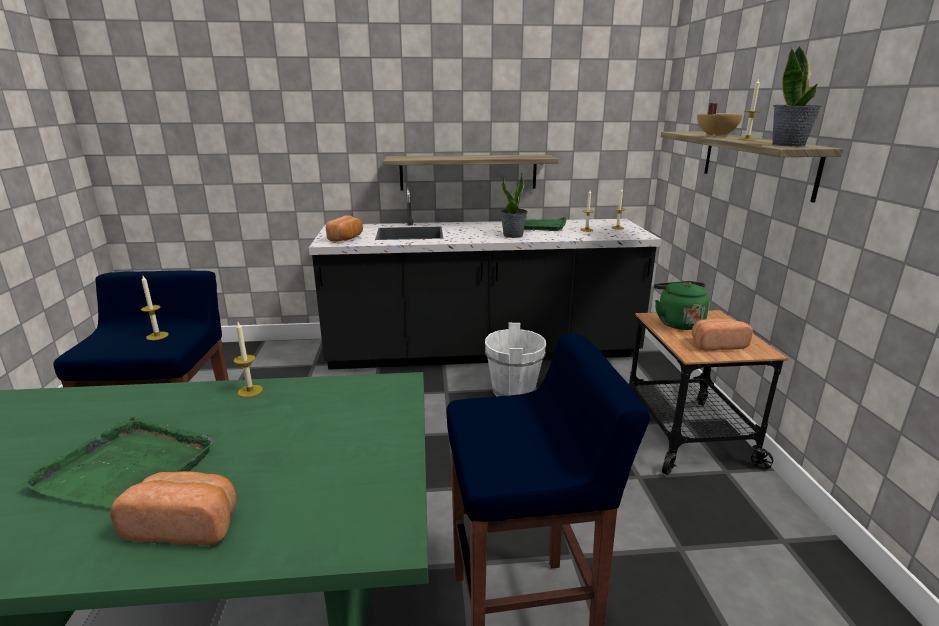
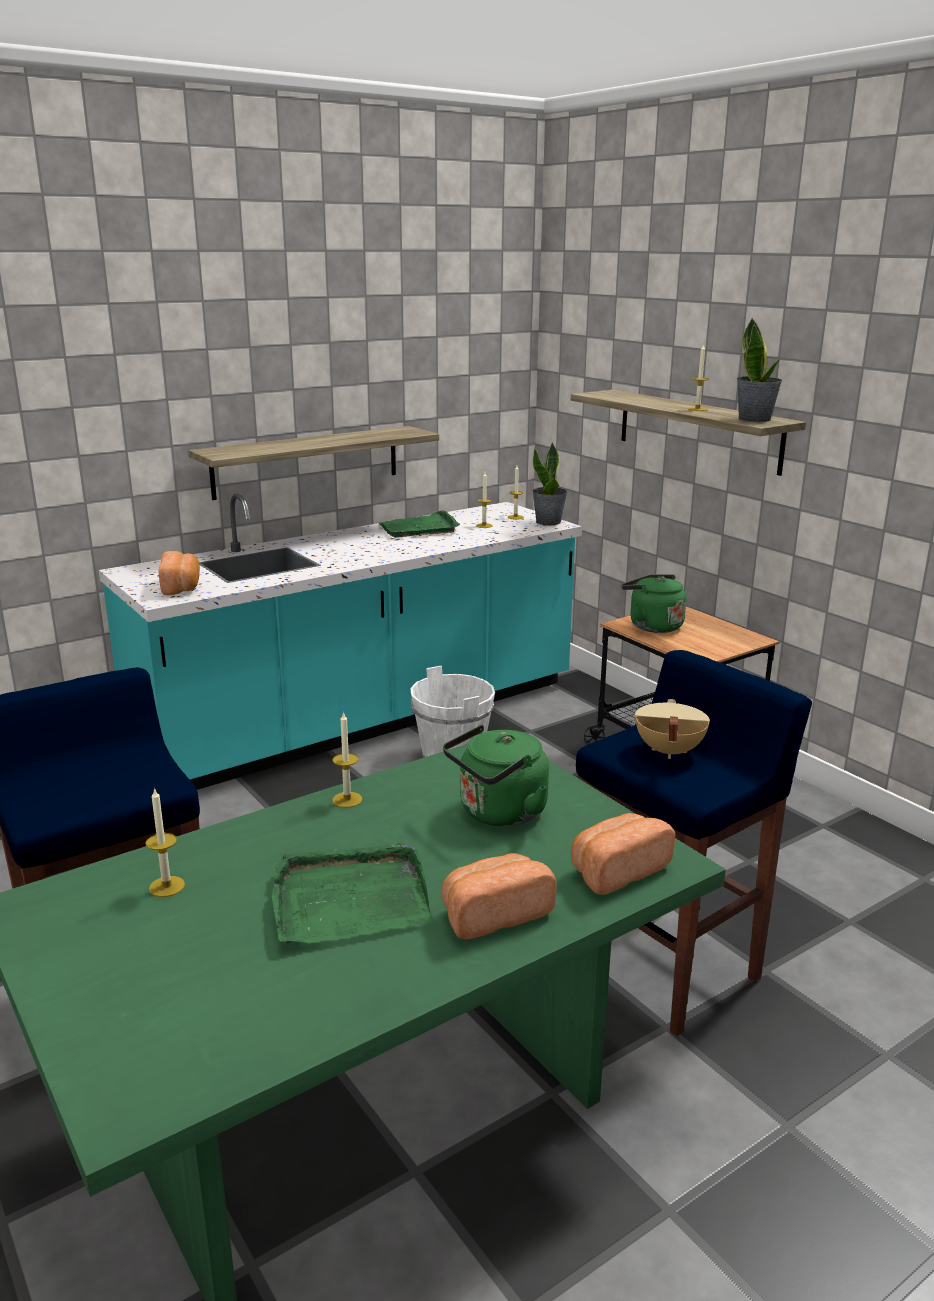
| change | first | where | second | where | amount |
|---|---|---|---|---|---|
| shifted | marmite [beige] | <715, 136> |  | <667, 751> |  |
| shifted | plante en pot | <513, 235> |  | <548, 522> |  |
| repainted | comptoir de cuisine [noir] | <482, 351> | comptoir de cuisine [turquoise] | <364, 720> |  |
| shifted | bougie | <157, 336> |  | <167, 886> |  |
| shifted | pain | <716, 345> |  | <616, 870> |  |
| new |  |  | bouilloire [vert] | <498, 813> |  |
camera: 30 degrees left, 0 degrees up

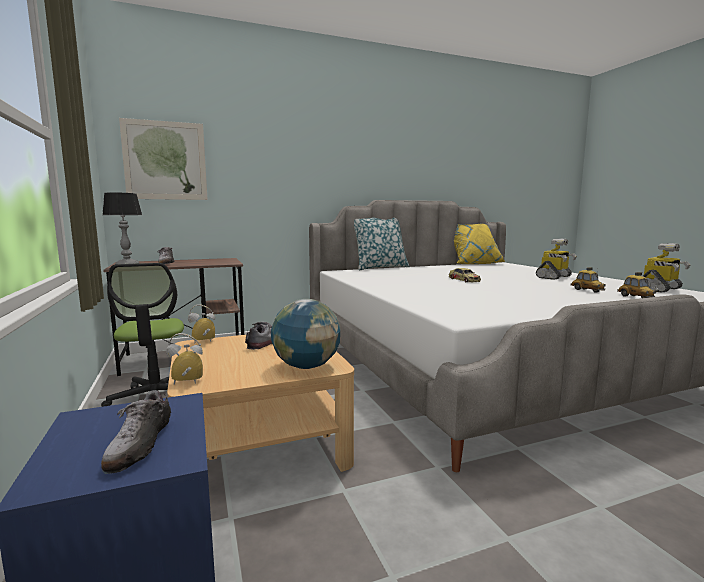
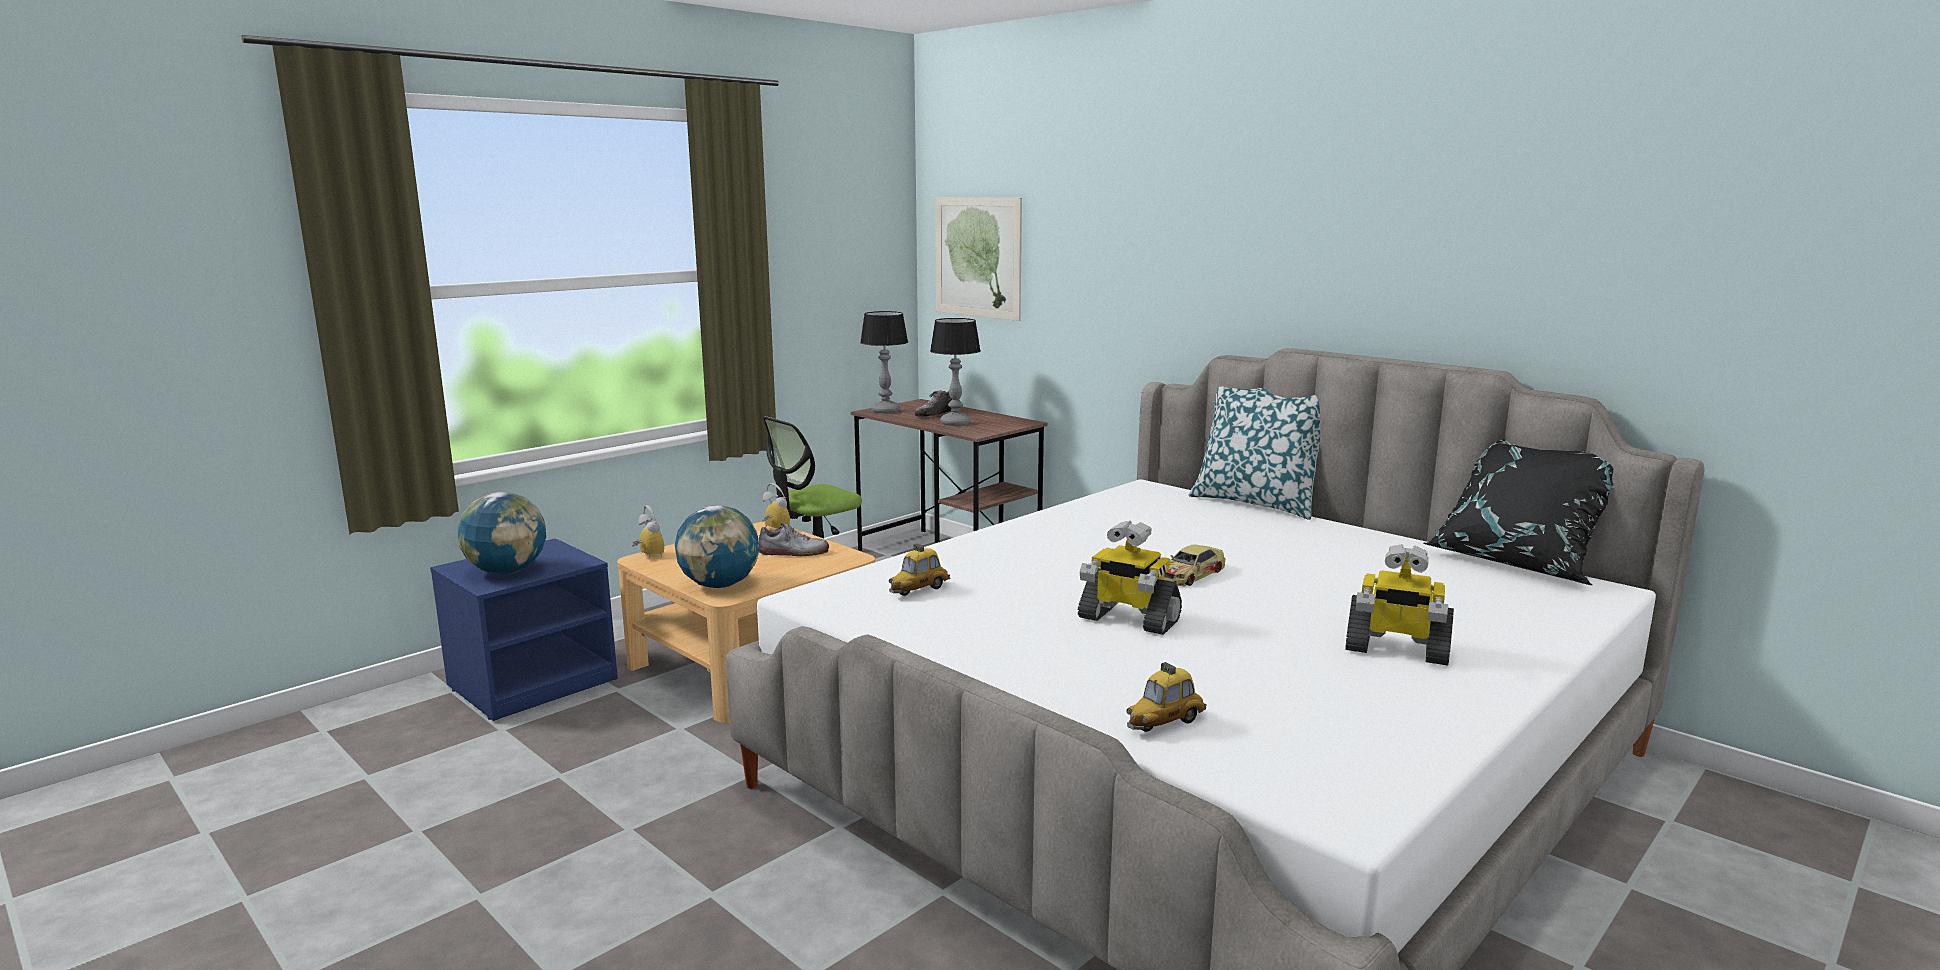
| change | first | where | second | where | amount |
|---|---|---|---|---|---|
| repainted | coussin [jaune] | <473, 263> | coussin [noir] | <1520, 563> |  |
| shifted | robot jouet | <660, 289> |  | <1127, 619> |  |
| shifted | petite voiture | <587, 290> |  | <919, 590> |  |
| swapped | chaussure | <139, 445> | globe | <507, 571> |  |
| new |  |  | lampe de table | <955, 423> |  |
camera: 65 degrees right, 5 degrees up

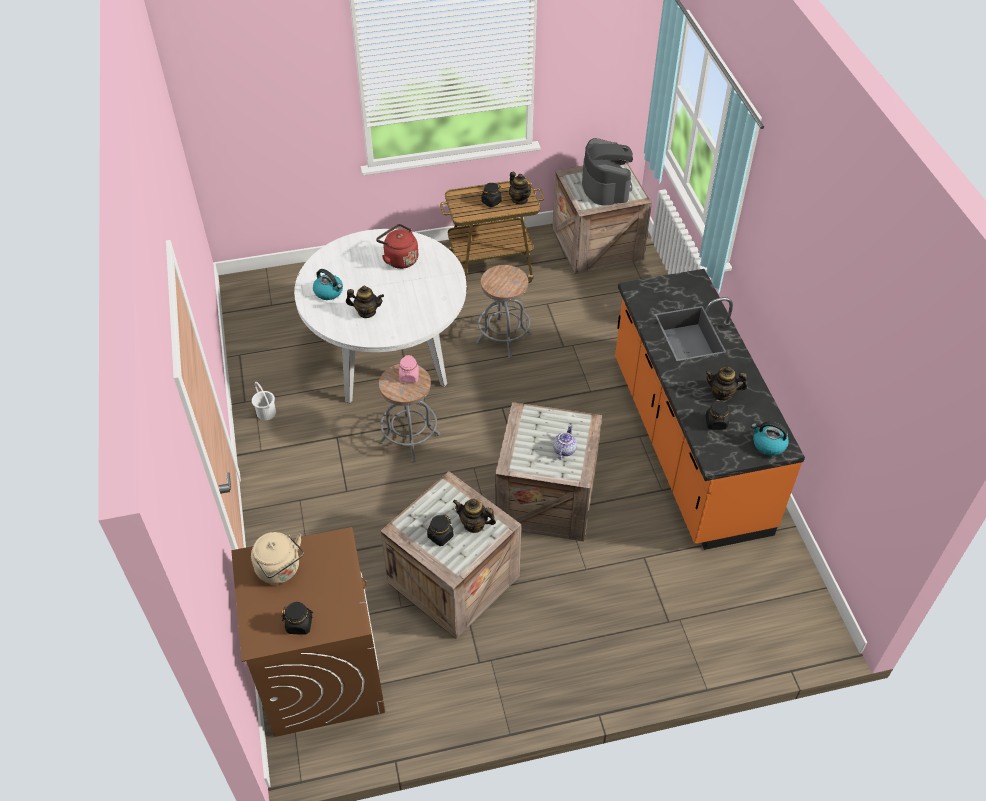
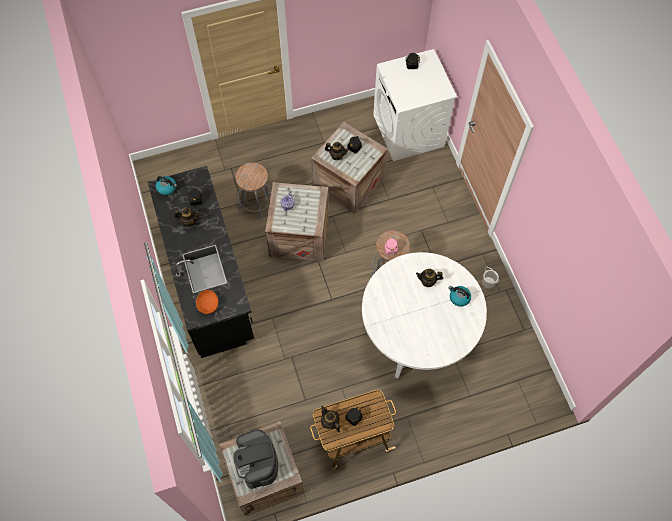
| change | first | where | second | where | amount |
|---|---|---|---|---|---|
| gone | bouilloire [rouge] | <399, 259> |  |  |  |
| shifted | tabouret [gris] | <503, 338> |  | <256, 204> |  |
| repainted | comptoir de cuisine [orange] | <686, 445> | comptoir de cuisine [noir] | <209, 279> |  |
| repainted | lave-linge [marron] | <322, 671> | lave-linge [blanc] | <408, 131> |  |
| gone | bouilloire [beige] | <280, 570> |  |  |  |
| new |  |  | bol [orange] | <208, 305> |  |
camera: 175 degrees right, 15 degrees up

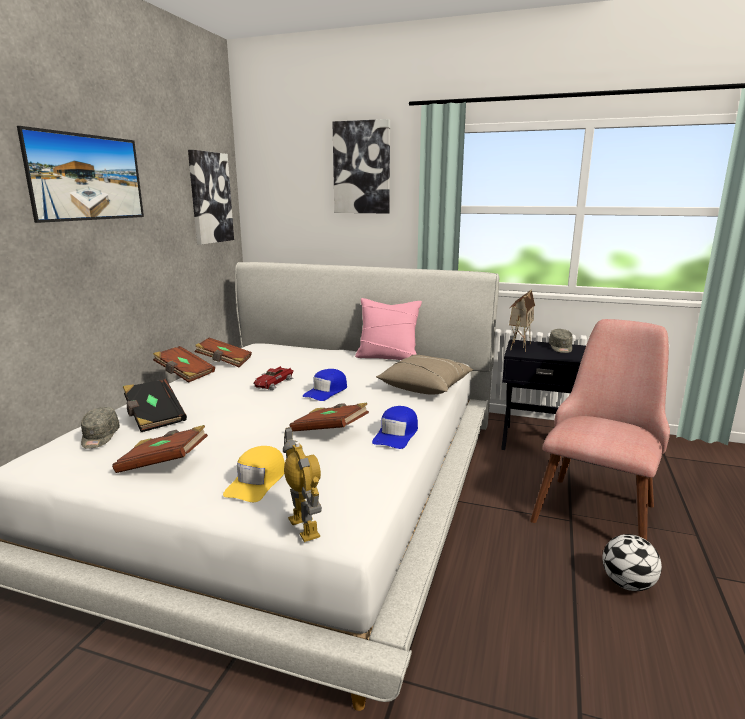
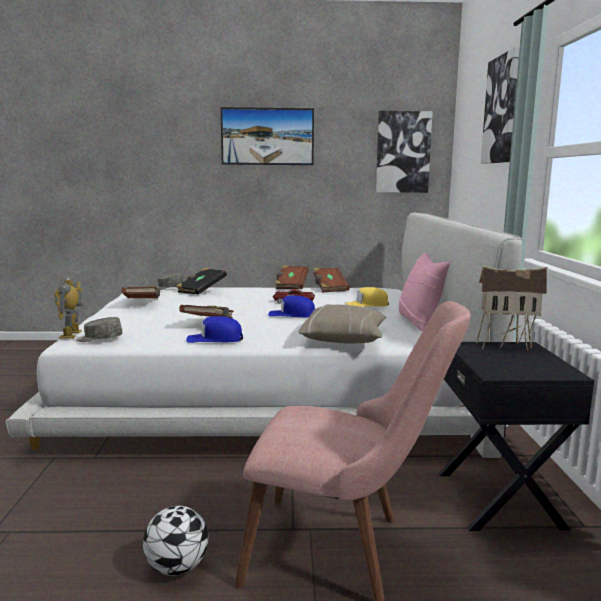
| change | first | where | second | where | amount |
|---|---|---|---|---|---|
| shifted | casquette [gris] | <560, 348> |  | <99, 339> |  |
| rotated | robot jouet | <304, 527> |  | <71, 334> | 135 degrees clockwise |
| shifted | casquette [jaune] | <257, 481> |  | <367, 305> |  |
camera: 70 degrees right, 5 degrees down

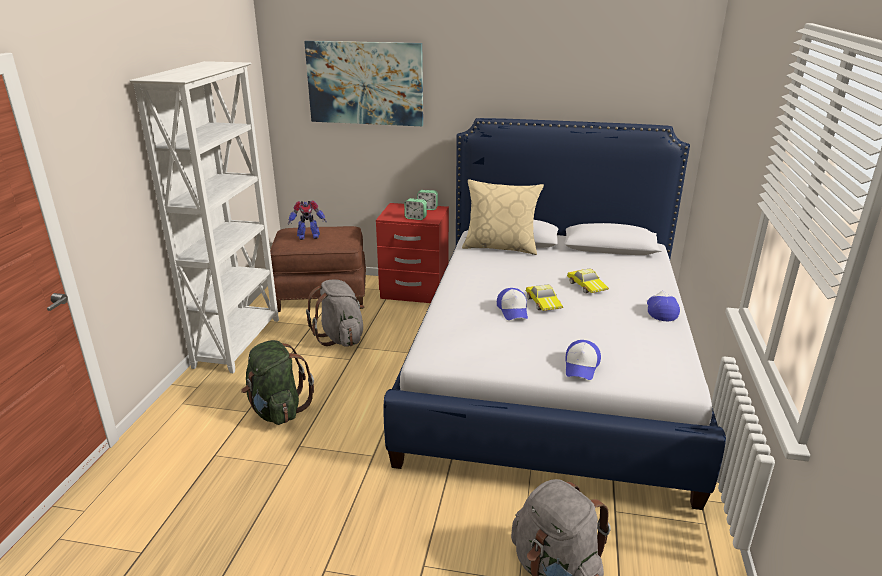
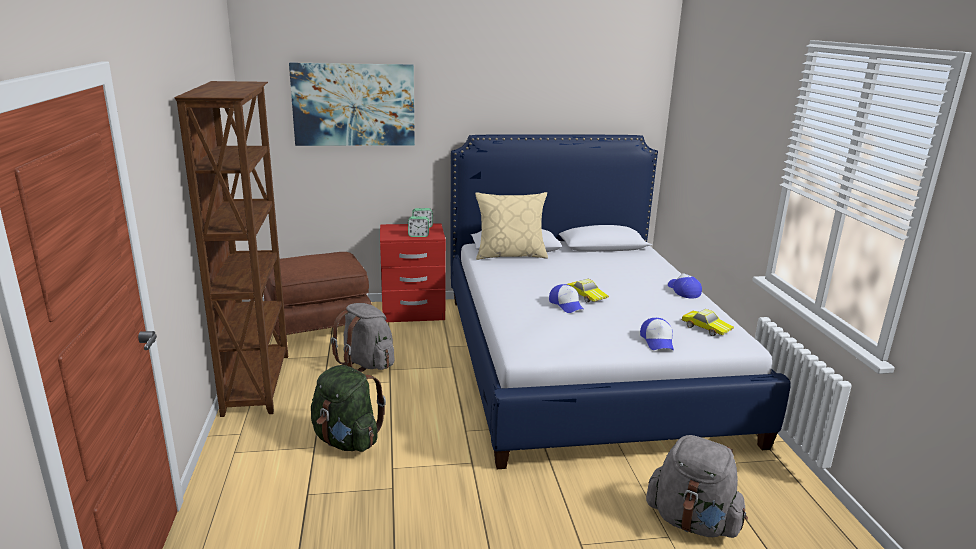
| change | first | where | second | where | amount |
|---|---|---|---|---|---|
| repainted | bibliothèque [blanc] | <239, 342> | bibliothèque [marron] | <258, 383> |  |
| gone | robot jouet | <308, 236> |  |  |  |
| shifted | petite voiture | <587, 286> |  | <706, 328> |  |
camera: 20 degrees left, 5 degrees down

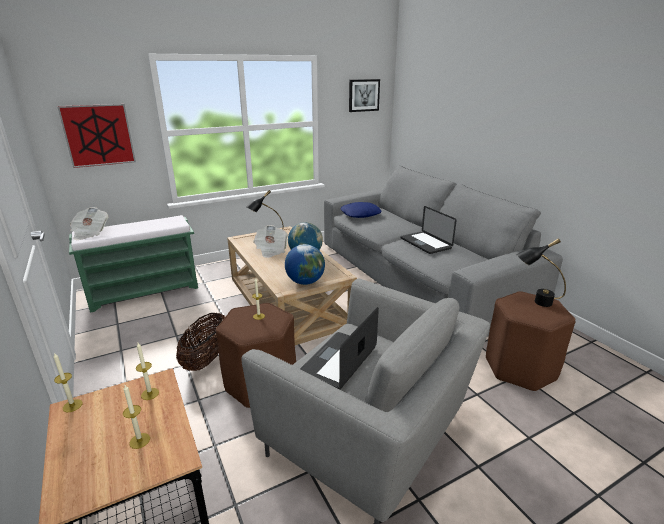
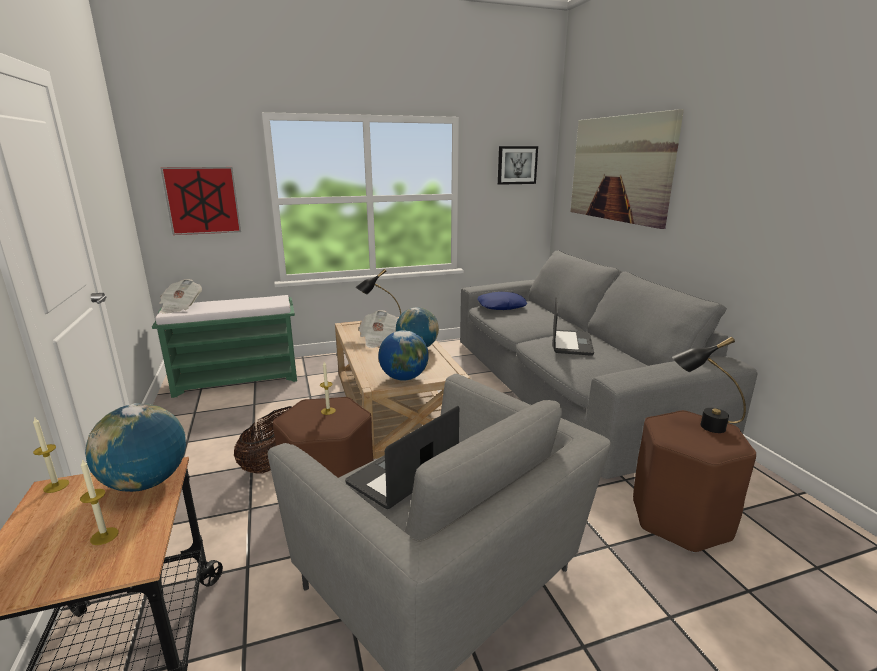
| change | first | where | second | where | amount |
|---|---|---|---|---|---|
| rotated | ordinateur portable | <425, 243> |  | <571, 343> | 150 degrees counterclockwise |
| swapped | bougie | <150, 394> | globe | <146, 483> |  |
| new |  |  | tableau | <619, 169> |  |
camera: 10 degrees right, 5 degrees down

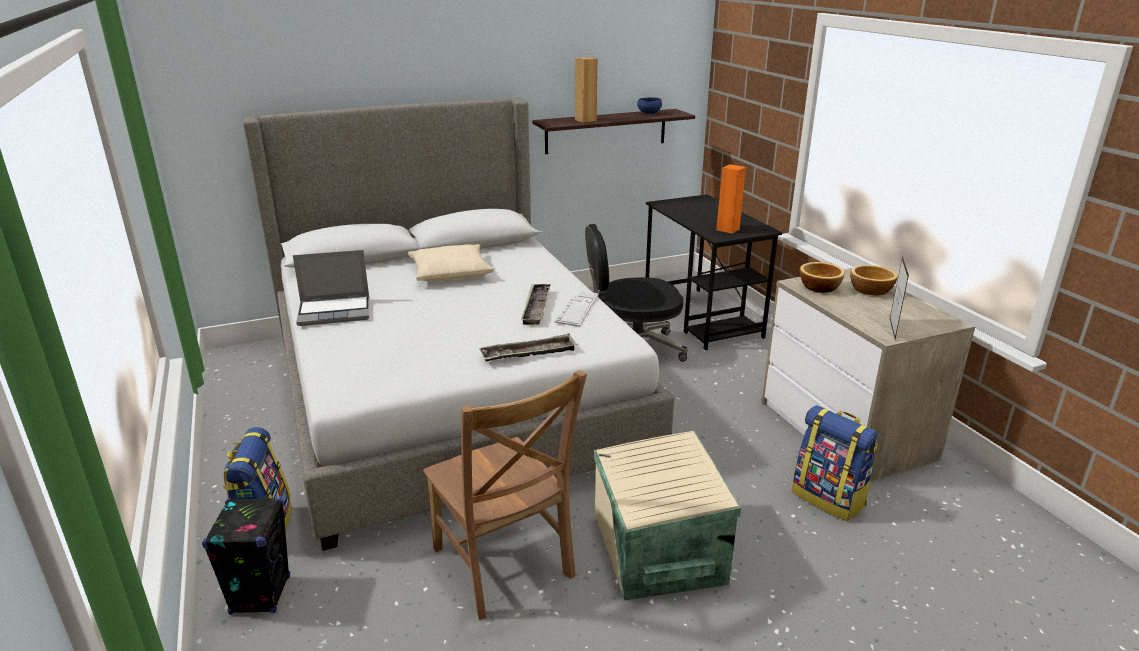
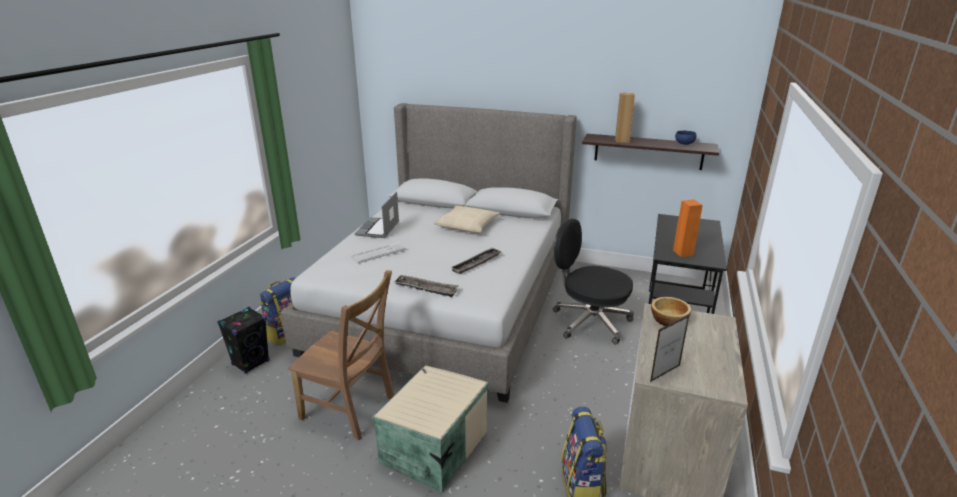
| change | first | where | second | where | amount |
|---|---|---|---|---|---|
| rotated | ordinateur portable | <335, 311> |  | <378, 229> | 75 degrees clockwise |
| gone | bol | <870, 290> |  |  |  |
| shifted | clavier | <577, 308> |  | <378, 253> |  |
| rotated | chaise [marron] | <504, 566> |  | <351, 409> | 75 degrees counterclockwise |
camera: 40 degrees right, 0 degrees up

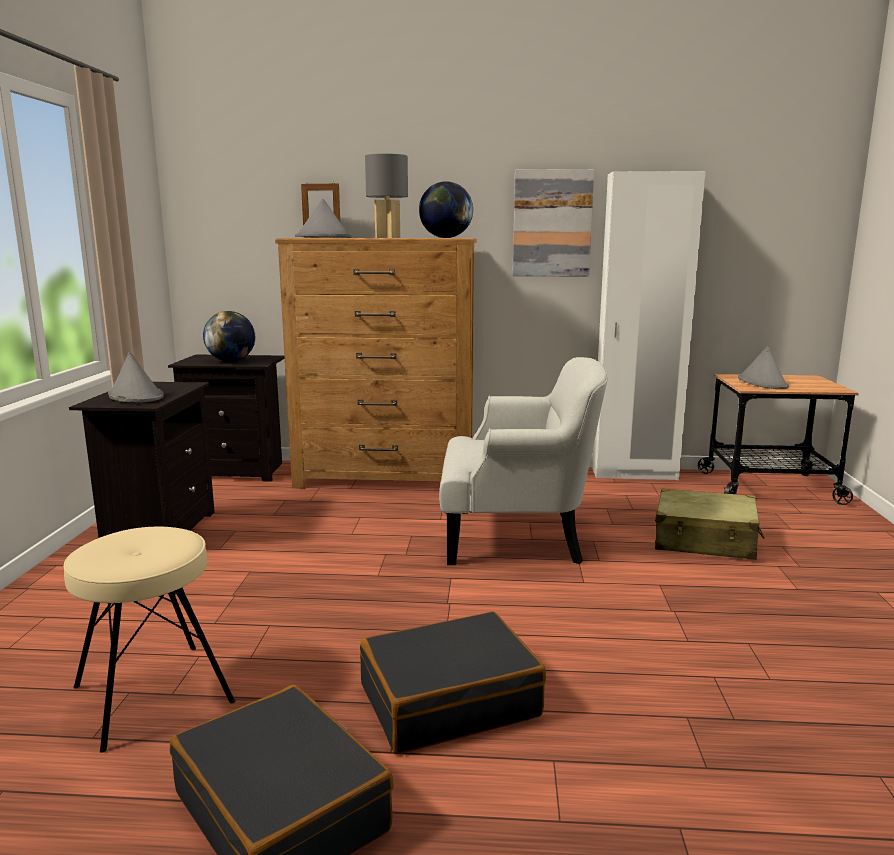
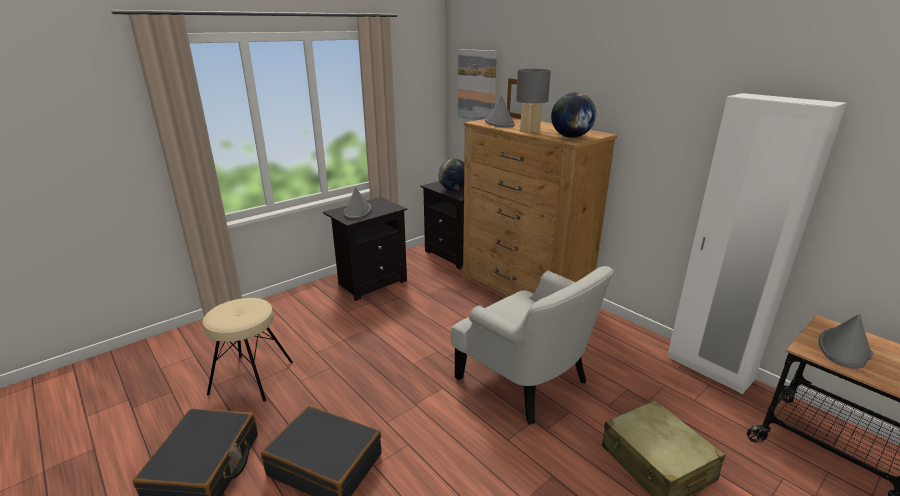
| change | first | where | second | where | amount |
|---|---|---|---|---|---|
| shifted | tableau | <552, 223> |  | <477, 85> |  |
camera: 45 degrees right, 10 degrees up

